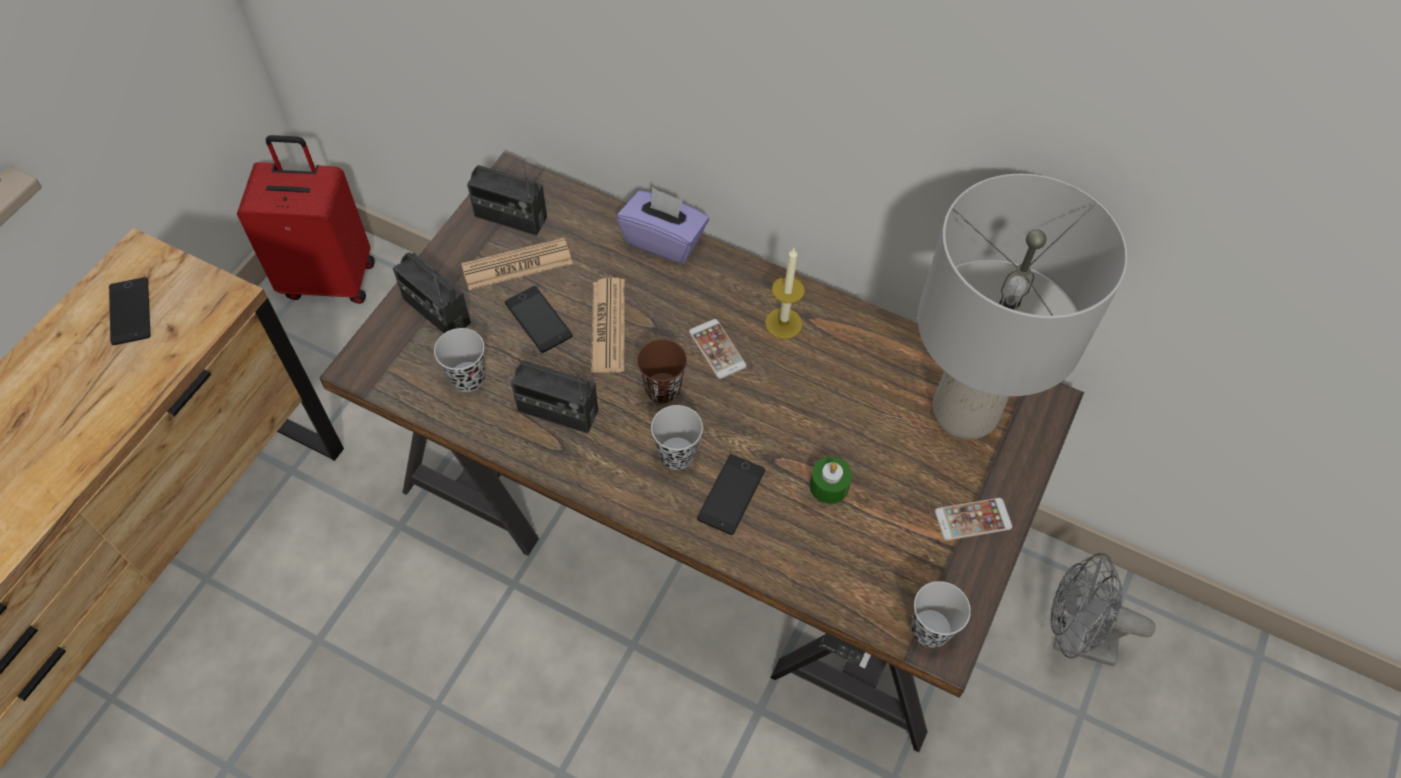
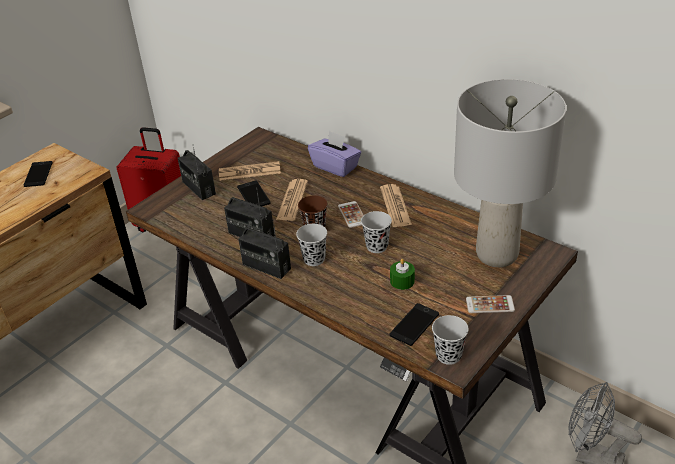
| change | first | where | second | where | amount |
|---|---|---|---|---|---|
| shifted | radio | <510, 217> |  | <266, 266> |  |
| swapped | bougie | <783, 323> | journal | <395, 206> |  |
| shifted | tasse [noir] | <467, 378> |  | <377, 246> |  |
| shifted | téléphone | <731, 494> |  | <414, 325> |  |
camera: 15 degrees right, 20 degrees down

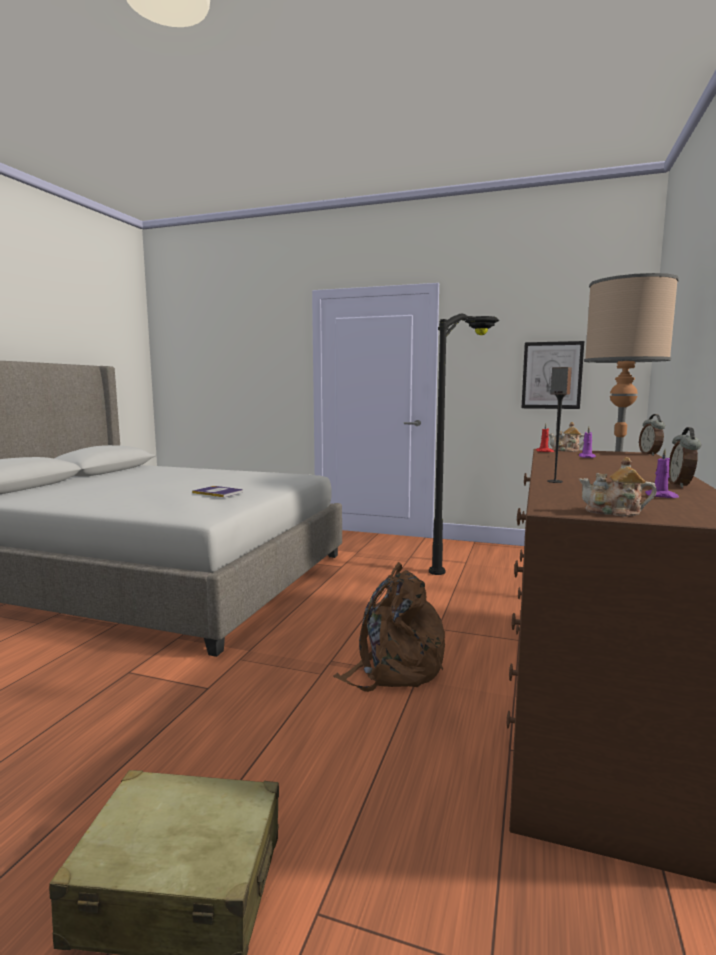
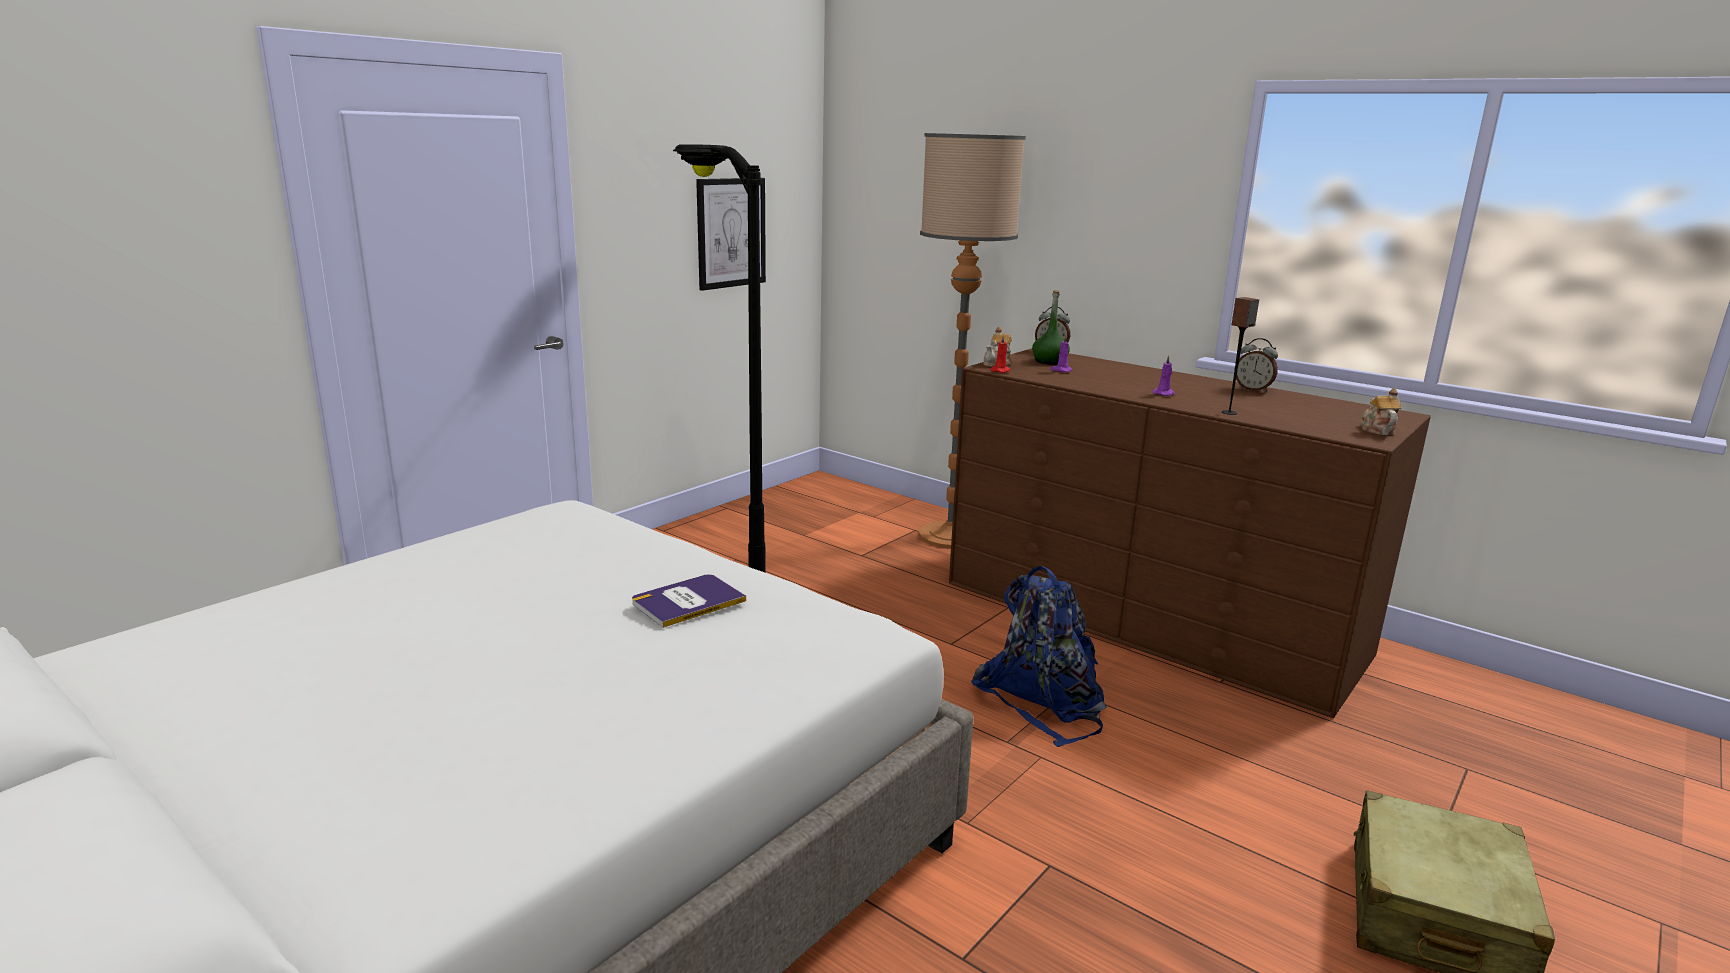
| change | first | where | second | where | amount |
|---|---|---|---|---|---|
| shifted | bougie [violet] | <661, 496> |  | <1164, 393> |  |
| rotated | théière | <614, 512> |  | <1377, 430> | 150 degrees clockwise |
| repainted | sac à dos [marron] | <394, 668> | sac à dos [bleu] | <1045, 700> |  |
| new |  |  | bouteille [vert] | <1049, 361> |  |
camera: 70 degrees left, 10 degrees up

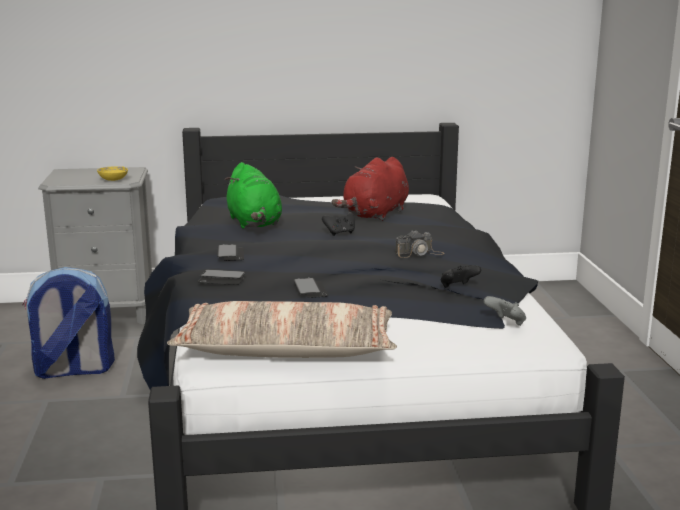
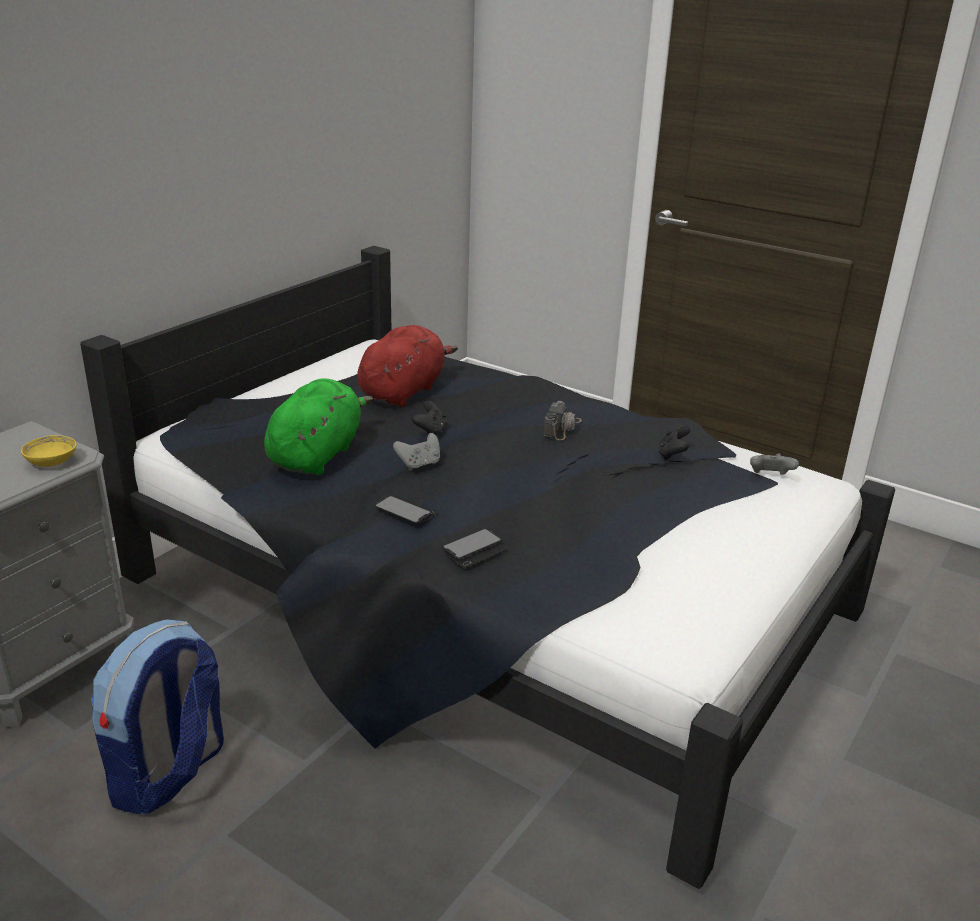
| change | first | where | second | where | amount |
|---|---|---|---|---|---|
| rotated | peluche [rouge] | <375, 215> |  | <403, 391> | 135 degrees counterclockwise |
| rotated | peluche [vert] | <254, 223> |  | <317, 455> | 90 degrees counterclockwise |
| gone | téléphone | <310, 289> |  |  |  |
| gone | coussin | <286, 349> |  |  |  |
| new |  |  | manette [gris] | <419, 464> |  |
camera: 50 degrees left, 10 degrees up

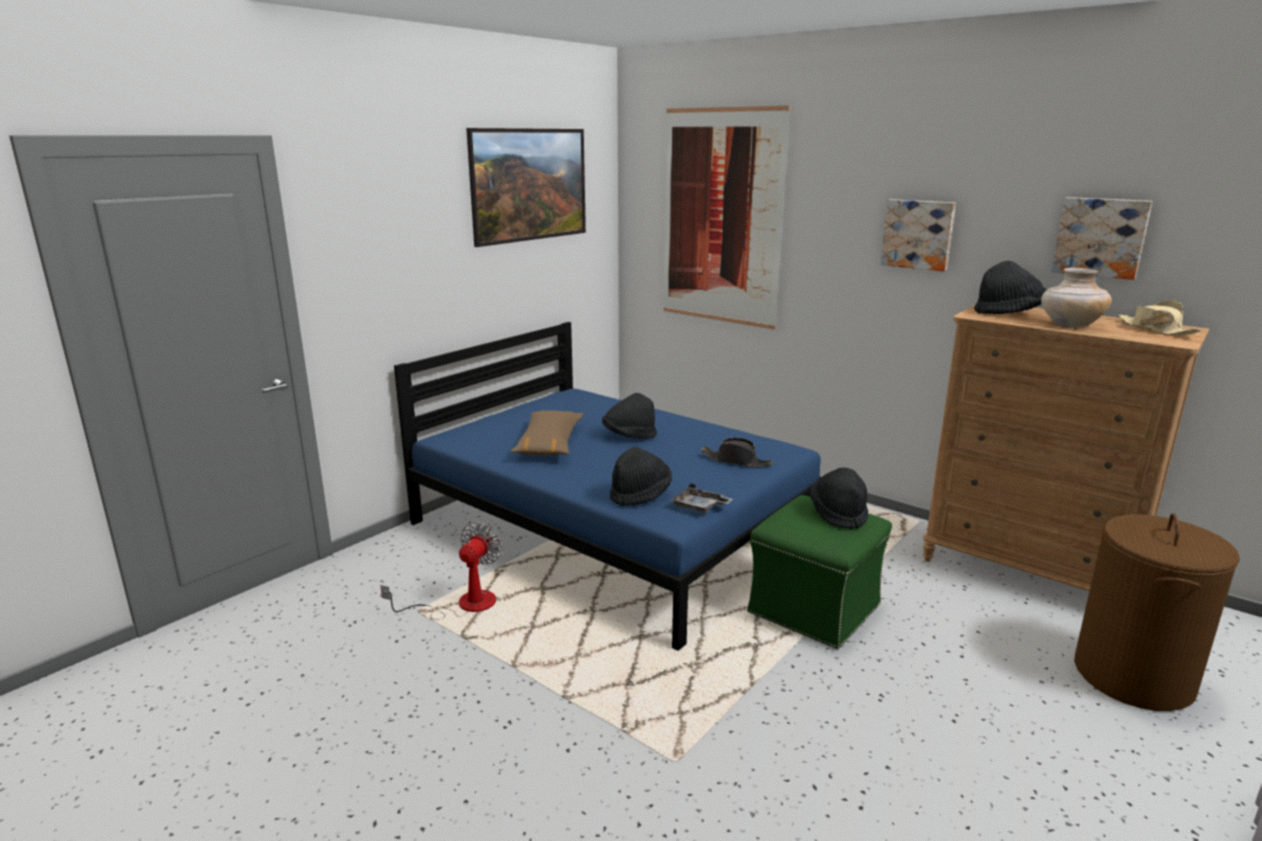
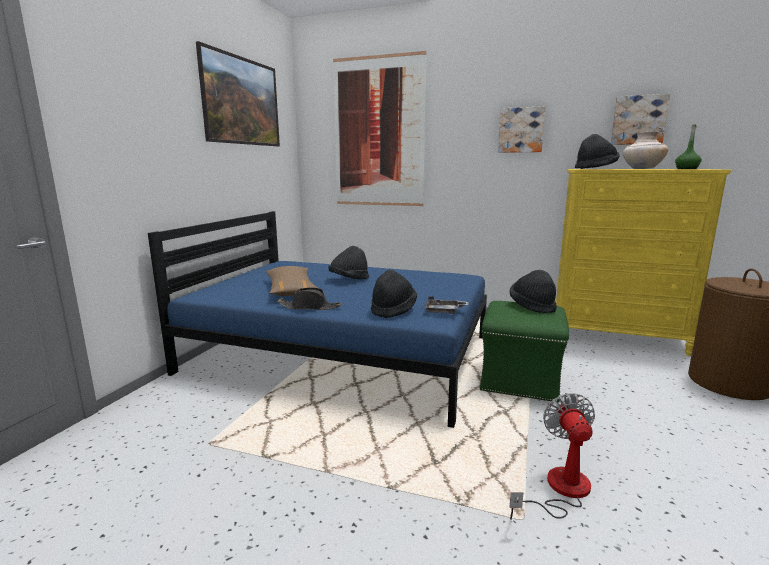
| change | first | where | second | where | amount |
|---|---|---|---|---|---|
| swapped | chapeau [beige] | <1155, 329> | bouteille [vert] | <686, 168> |  |
| repainted | commode [marron] | <1028, 572> | commode [jaune] | <616, 337> |  |
| shifted | chapeau [noir] | <736, 461> |  | <310, 307> |  |
| shifted | ventilateur | <462, 605> |  | <559, 490> |  |
camera: 20 degrees left, 5 degrees down

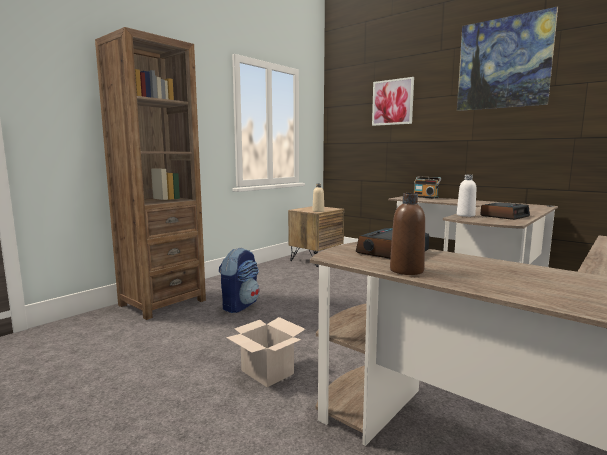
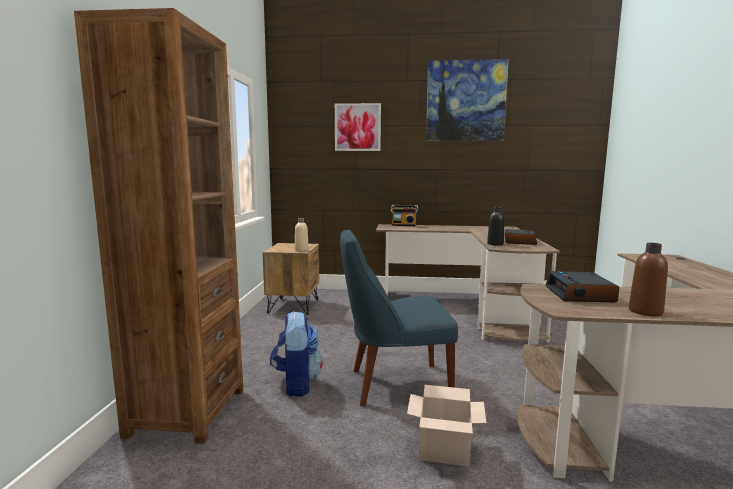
| change | first | where | second | where | amount |
|---|---|---|---|---|---|
| repainted | bouteille [blanc] | <465, 215> | bouteille [noir] | <495, 244> |  |
| new |  |  | chaise [bleu] | <394, 384> |  |
camera: 35 degrees left, 0 degrees up

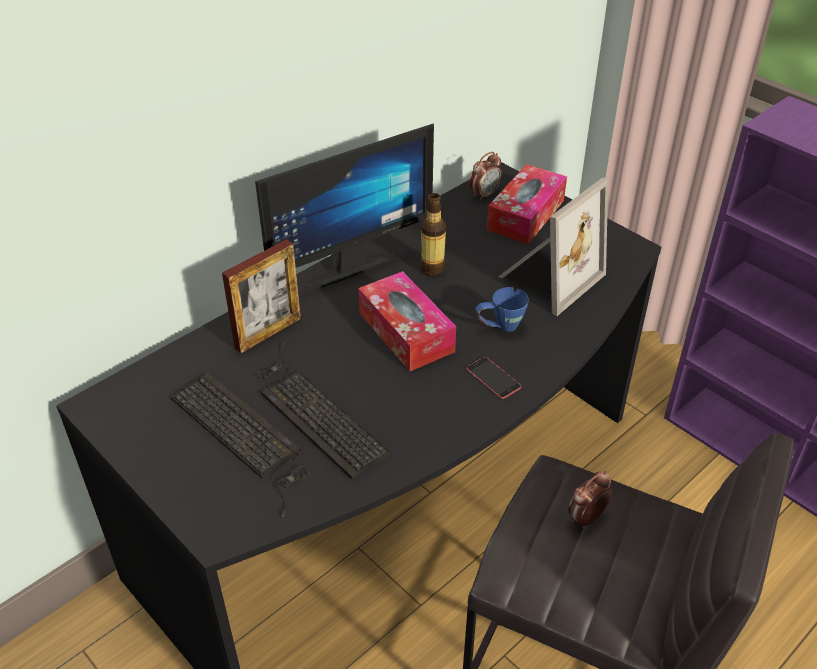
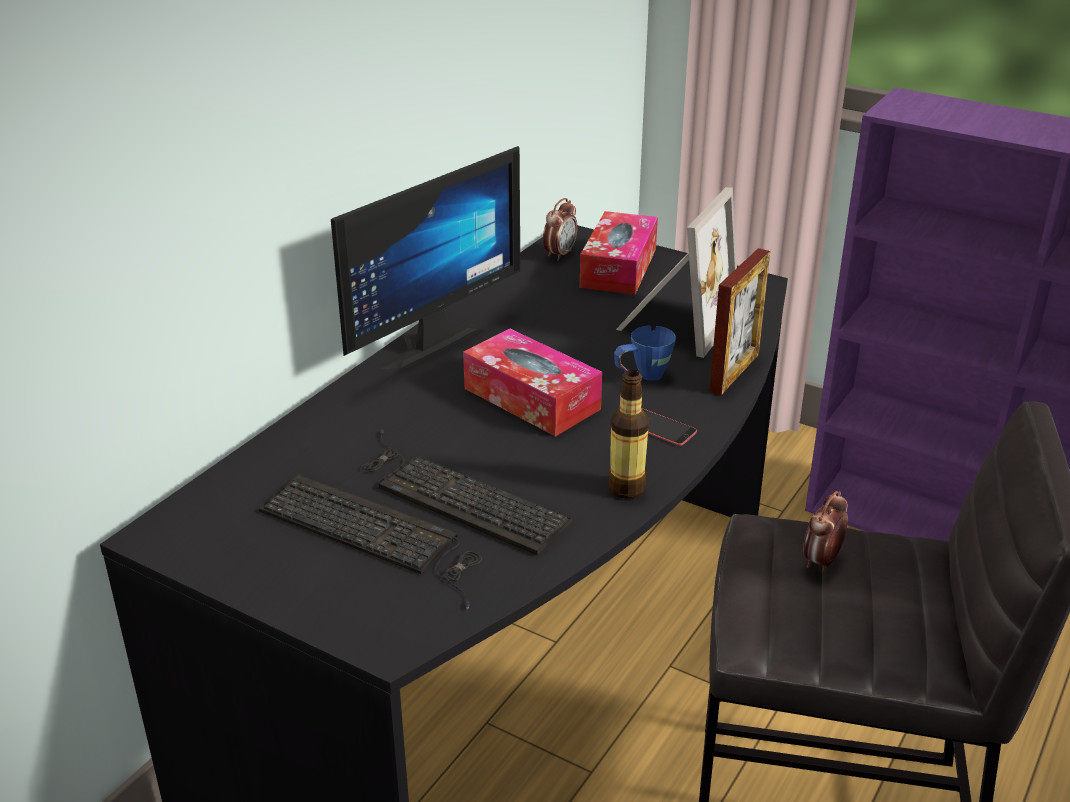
| change | first | where | second | where | amount |
|---|---|---|---|---|---|
| shifted | bouteille | <432, 269> |  | <626, 488> |  |
| shifted | cadre photo | <268, 333> |  | <734, 372> |  |
camera: 15 degrees left, 10 degrees down

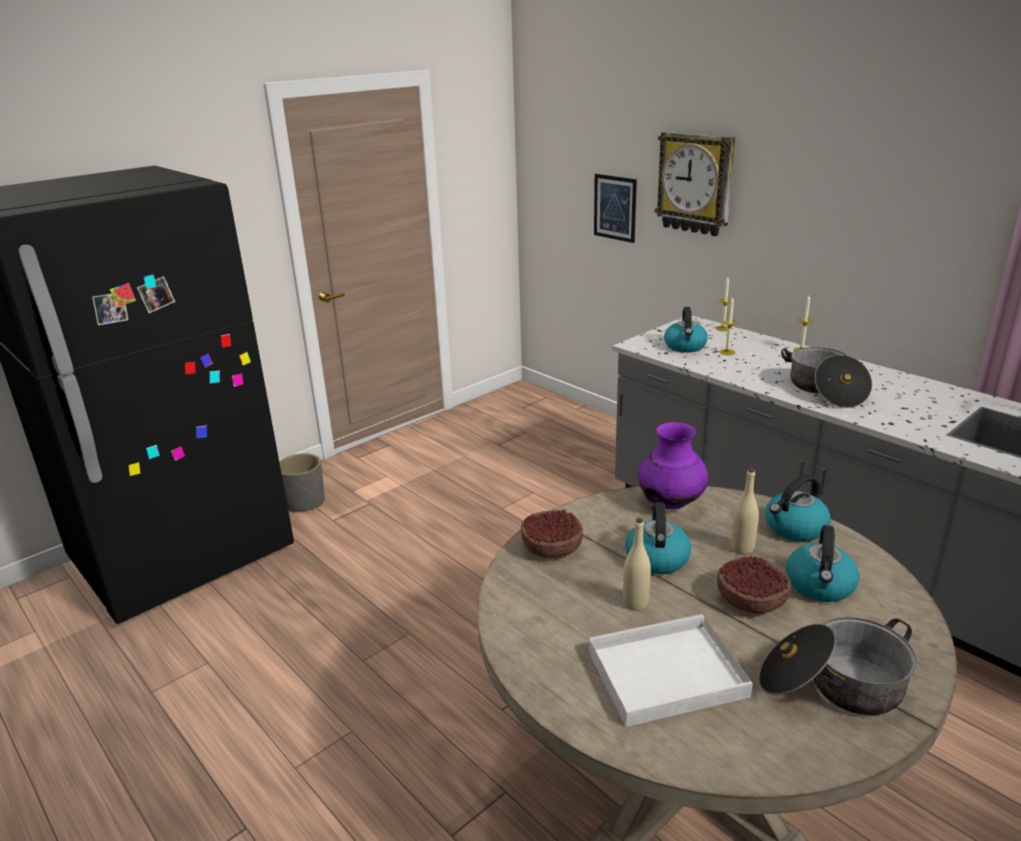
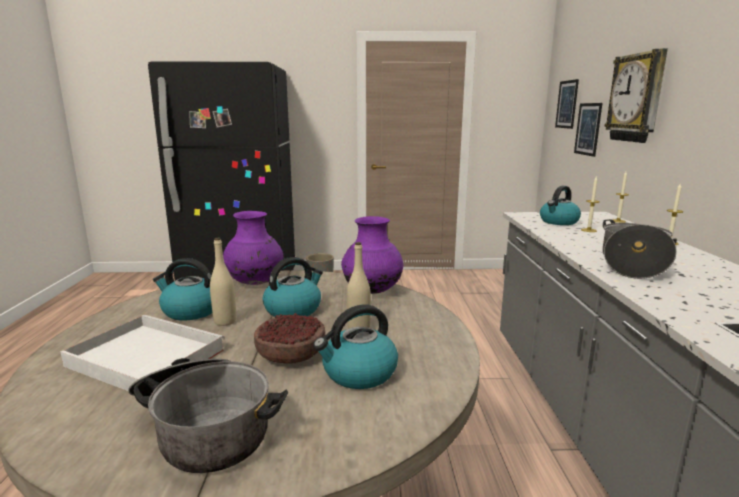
| change | first | where | second | where | amount |
|---|---|---|---|---|---|
| shifted | bouilloire | <794, 528> |  | <190, 311> |  |
| swapped | bol | <552, 547> | vase [violet] | <255, 283> |  |
| new |  |  | tableau | <567, 104> |  |
camera: 40 degrees right, 10 degrees down

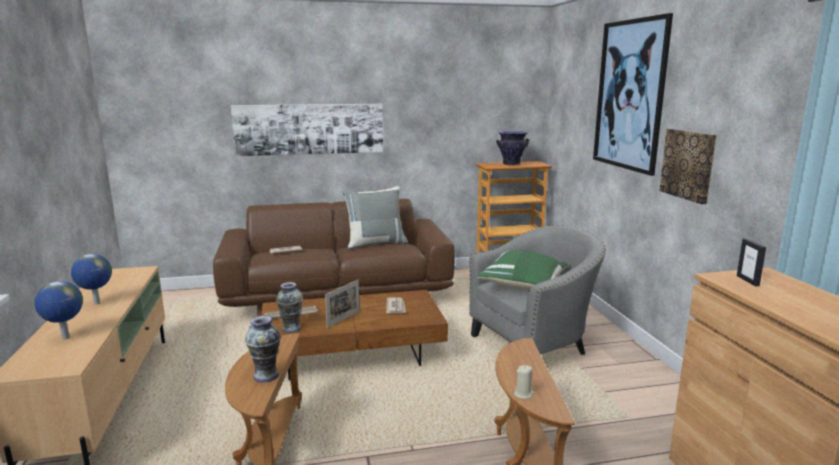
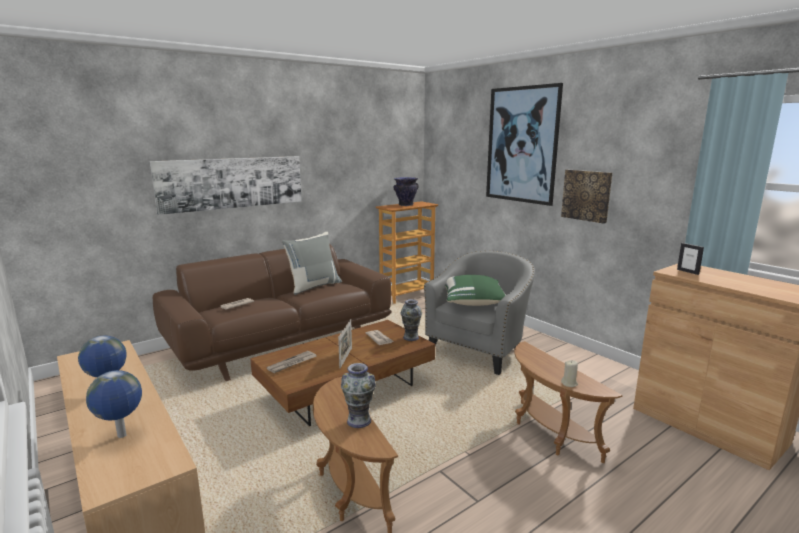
| change | first | where | second | where | amount |
|---|---|---|---|---|---|
| shifted | vase | <291, 328> |  | <410, 337> |  |
camera: 25 degrees left, 0 degrees up

